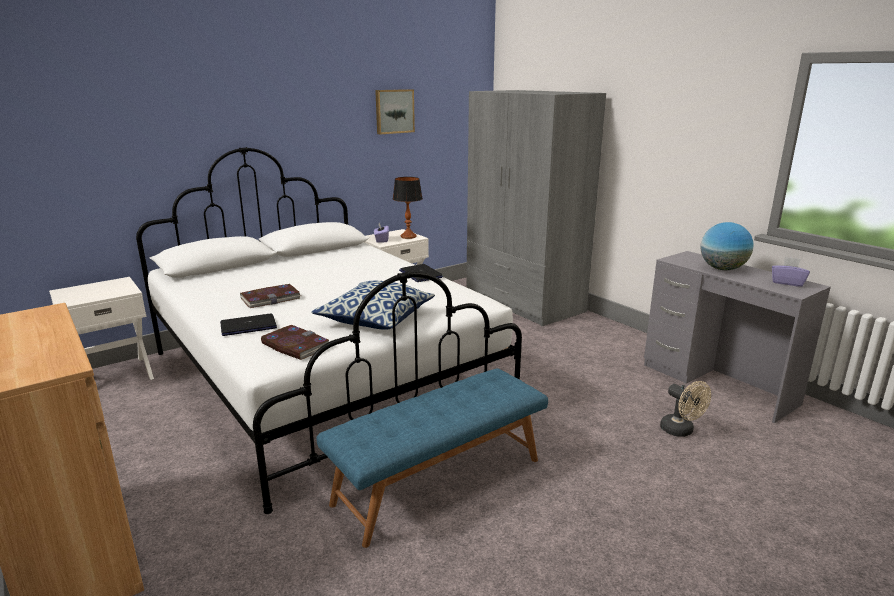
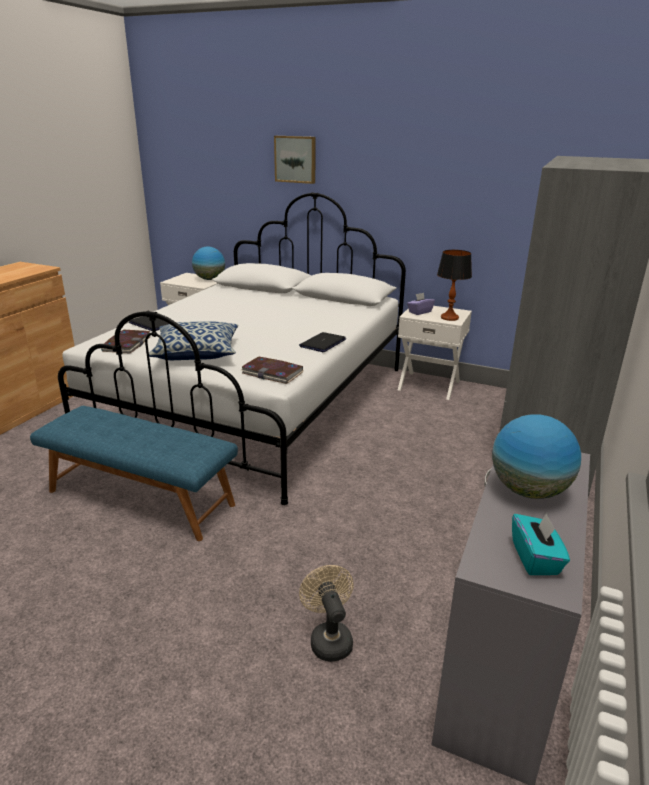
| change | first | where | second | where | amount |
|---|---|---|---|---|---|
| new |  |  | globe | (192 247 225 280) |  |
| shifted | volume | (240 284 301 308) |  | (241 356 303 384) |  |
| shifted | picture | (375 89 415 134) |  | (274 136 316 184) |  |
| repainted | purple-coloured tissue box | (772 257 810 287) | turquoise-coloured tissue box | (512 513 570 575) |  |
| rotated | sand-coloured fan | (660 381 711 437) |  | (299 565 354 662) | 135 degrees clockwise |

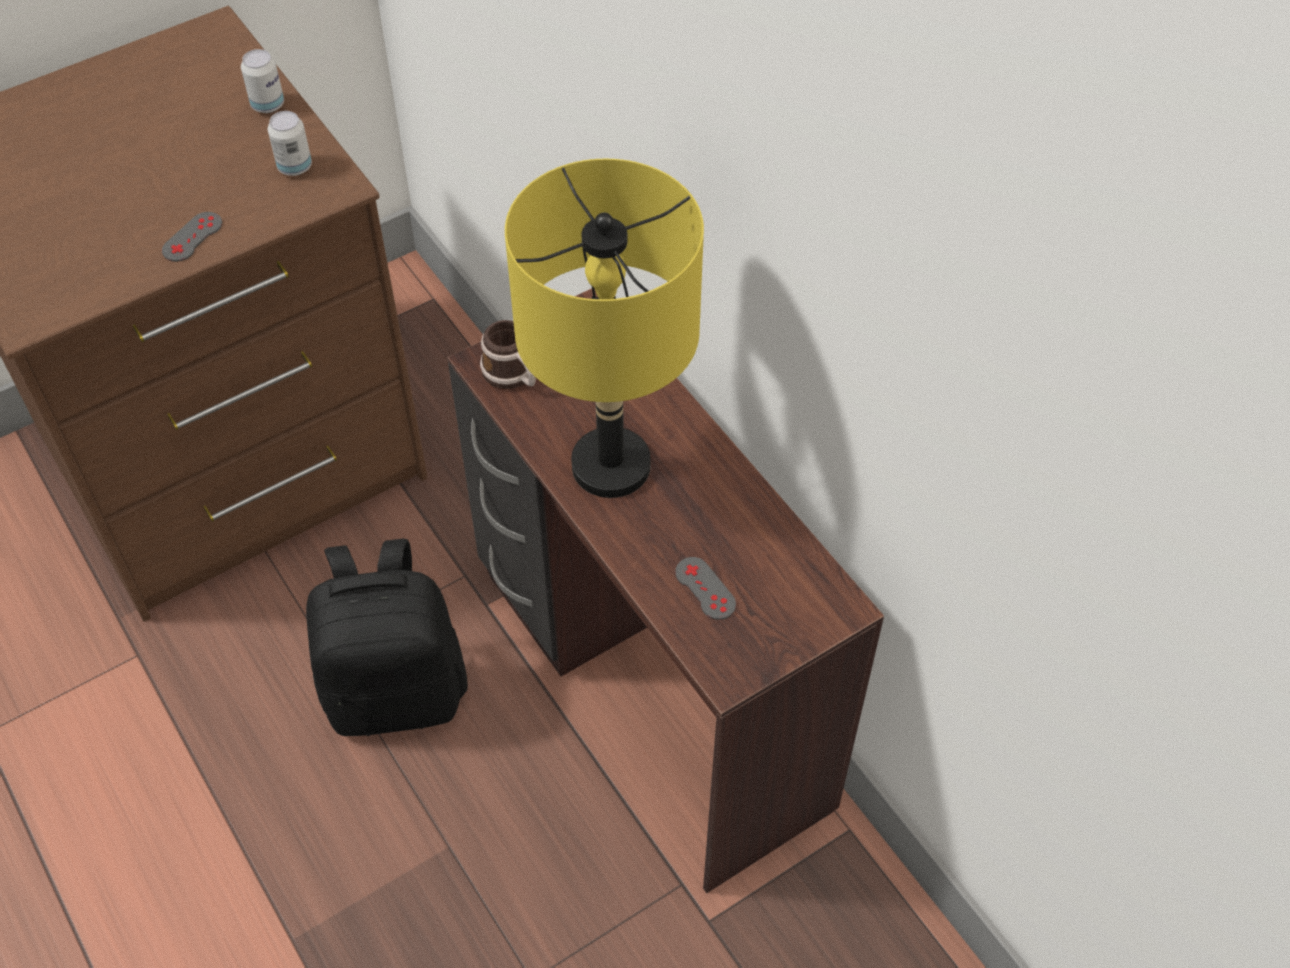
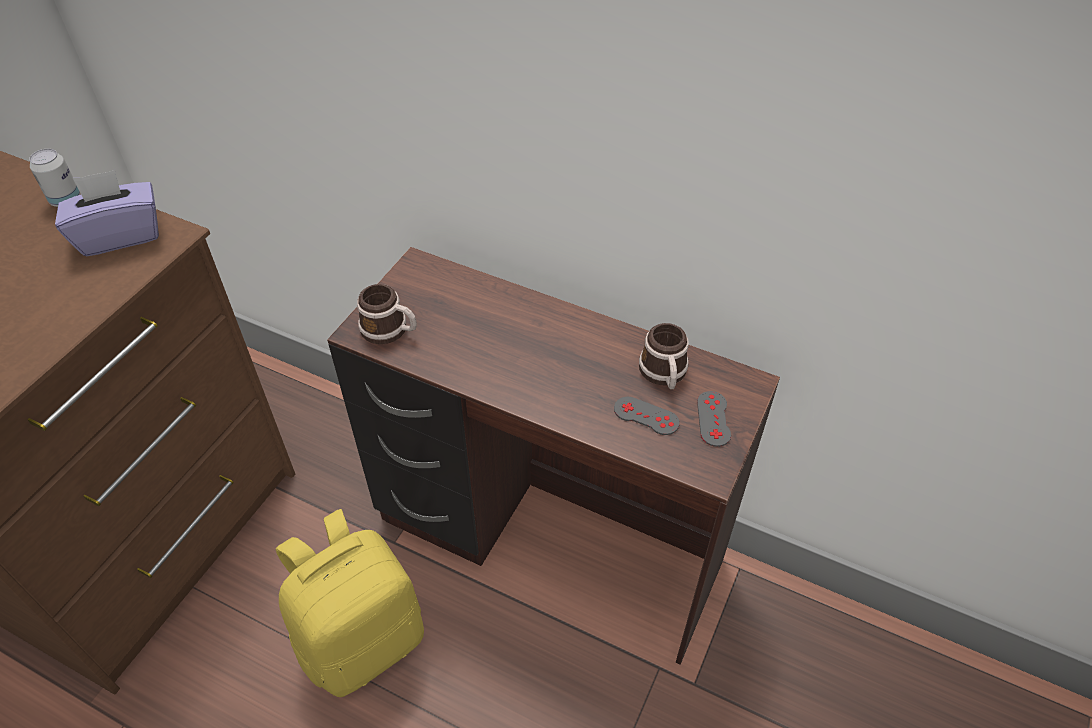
| change | first | where | second | where | amount |
|---|---|---|---|---|---|
| gone | yellow-coloured table lamp | (505 159 704 498) |  |  |  |
| new |  |  | tea mug | (639 323 689 389) |  |
| shifted | grey gamepad | (162 212 222 262) |  | (697 391 731 447) |  |
| swapped | metal can | (268 111 312 176) | purple-coloured tissue box | (55 170 159 256) |  |
| repainted | blackish knapsack | (306 539 468 736) | yellow-coloured knapsack | (276 509 424 697) |  |

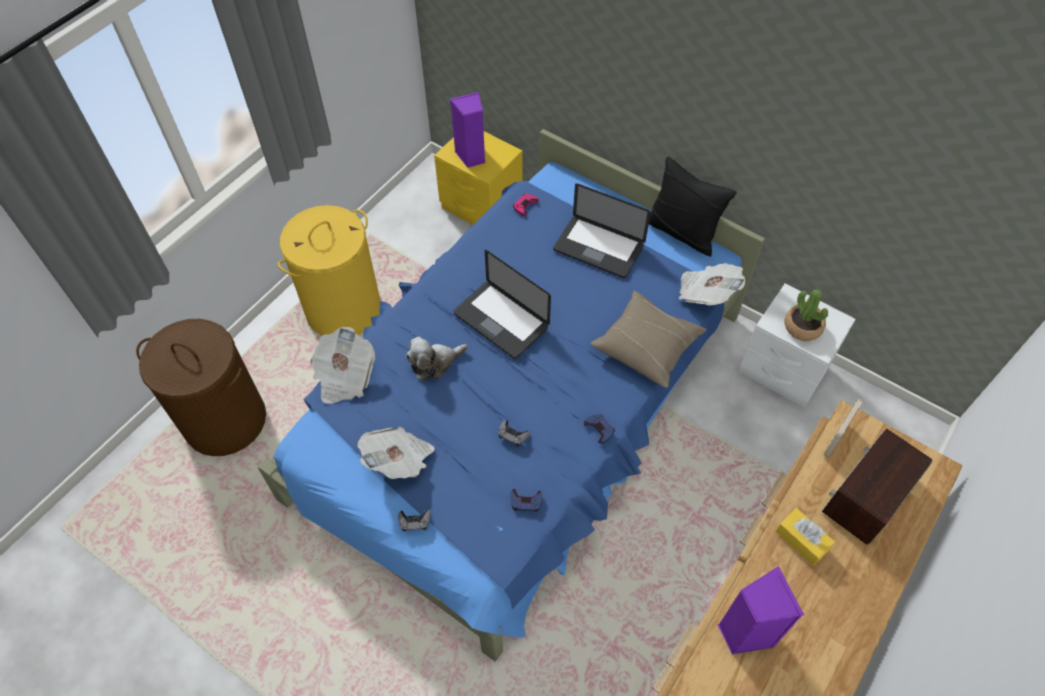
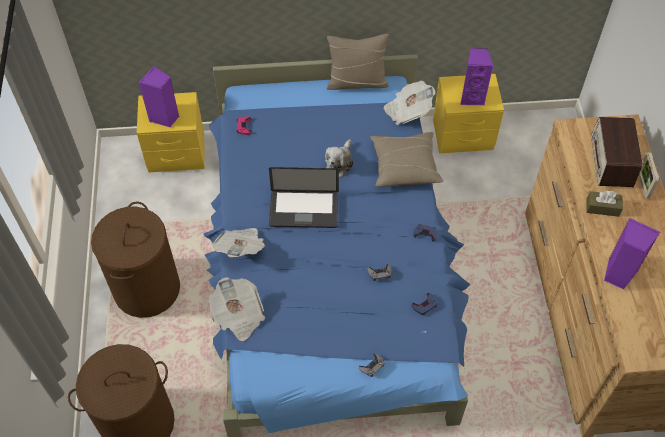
| change | first | where | second | where | amount |
|---|---|---|---|---|---|
| gone | portable computer | (553 183 651 278) |  |  |  |
| shifted | newspaper | (357 427 435 479) |  | (212 228 265 257) |  |
| shifted | cuddly toy | (406 337 468 381) |  | (325 139 354 177) |  |
| shifted | photo frame | (823 398 863 457) |  | (638 152 659 198) |  |
| swapped | houseplant | (785 289 828 341) | purple-coloured speaker | (460 48 493 105) |  |
| repainted | yellow-coloured laundry basket | (277 205 380 336) | brown-coloured laundry basket | (91 201 180 318) |  |
| repainted | blackish throw pillow | (649 157 737 257) | sand-coloured throw pillow | (327 34 389 90) |  |
| repainted | whitish bedside table | (739 283 856 408) | yellow-coloured bedside table | (433 74 504 153) |  |
| repainted | yellow-coloured tissue box | (775 508 835 566) | brown-coloured tissue box | (586 191 623 217) |  |

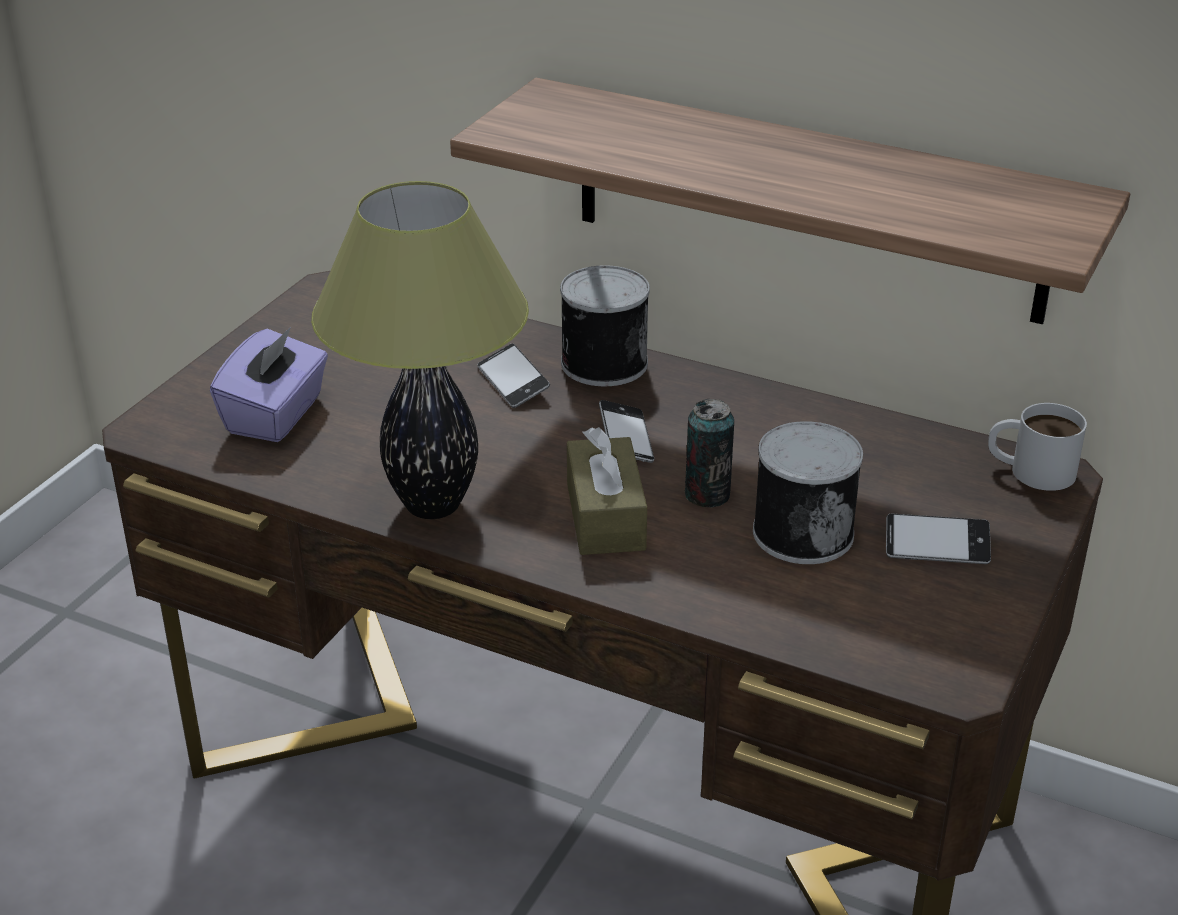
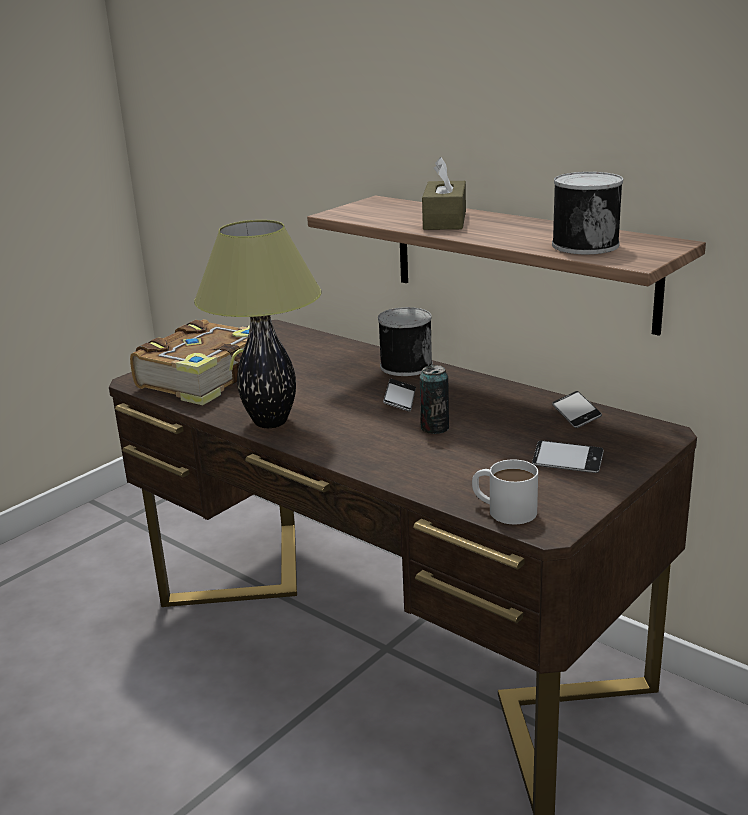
| change | first | where | second | where | amount |
|---|---|---|---|---|---|
| shifted | phone | (478 344 550 408) |  | (552 391 602 428) |  |
| shifted | brown-coloured tissue box | (567 427 647 555) |  | (422 157 466 230) |  |
| shifted | metal can | (753 421 863 564) |  | (552 172 623 254) |  |
| shifted | whitish tea mug | (988 403 1087 491) |  | (472 460 538 524) |  |
| swapped | purple-coloured tissue box | (210 327 328 442) | volume | (130 319 250 405) |  |

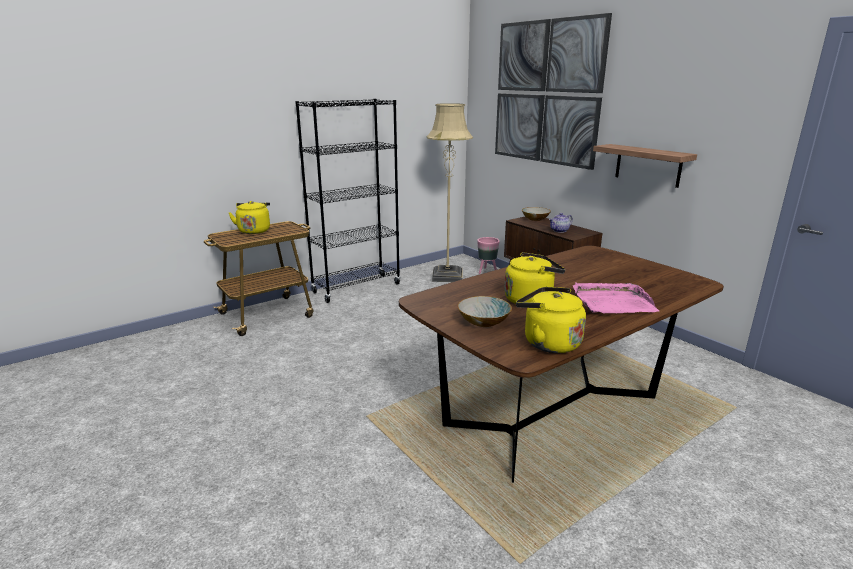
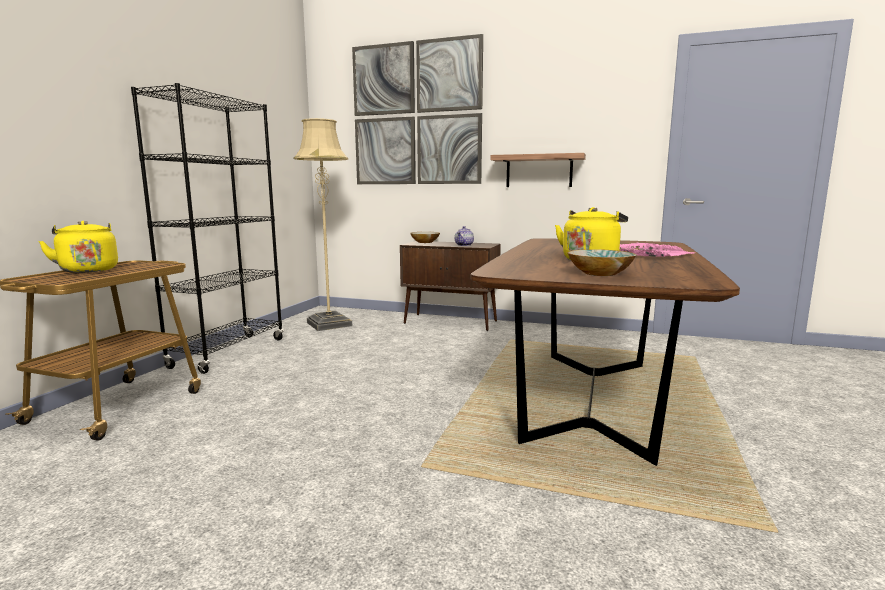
| change | first | where | second | where | amount |
|---|---|---|---|---|---|
| gone | pink-coloured plant pot | (477 237 500 274) |  |  |  |
| gone | yellow-coloured tea kettle | (516 287 586 353) |  |  |  |

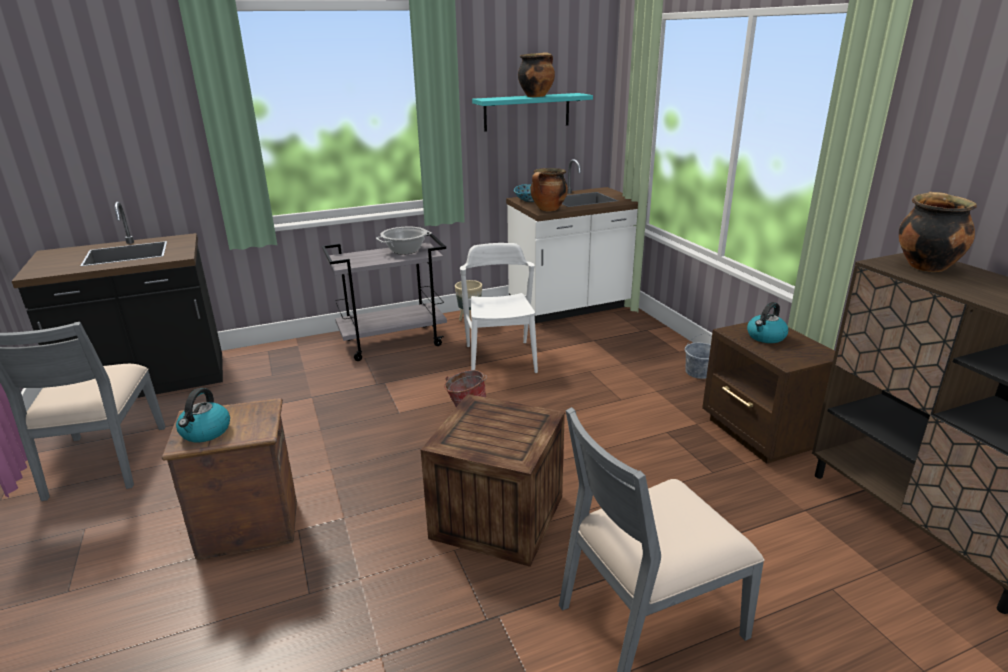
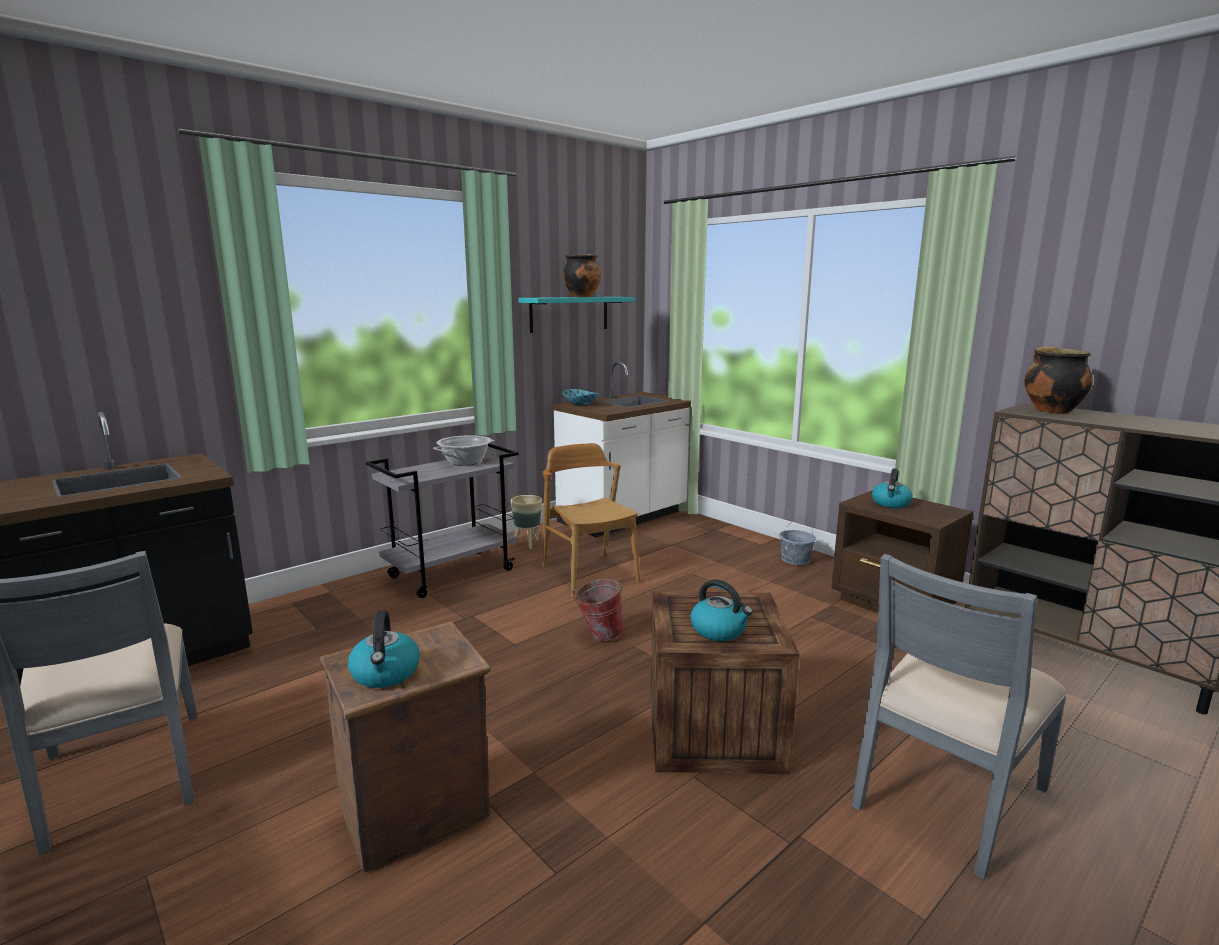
| change | first | where | second | where | amount |
|---|---|---|---|---|---|
| gone | saucepot | (530 168 568 212) |  |  |  |
| new |  |  | tea kettle | (691 579 753 641) |  |
| repainted | whitish chair | (460 243 538 373) | brown-coloured chair | (543 443 640 596) |  |

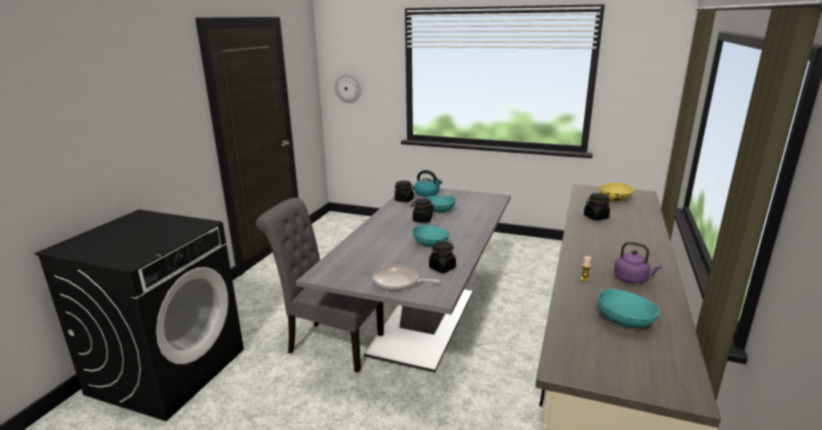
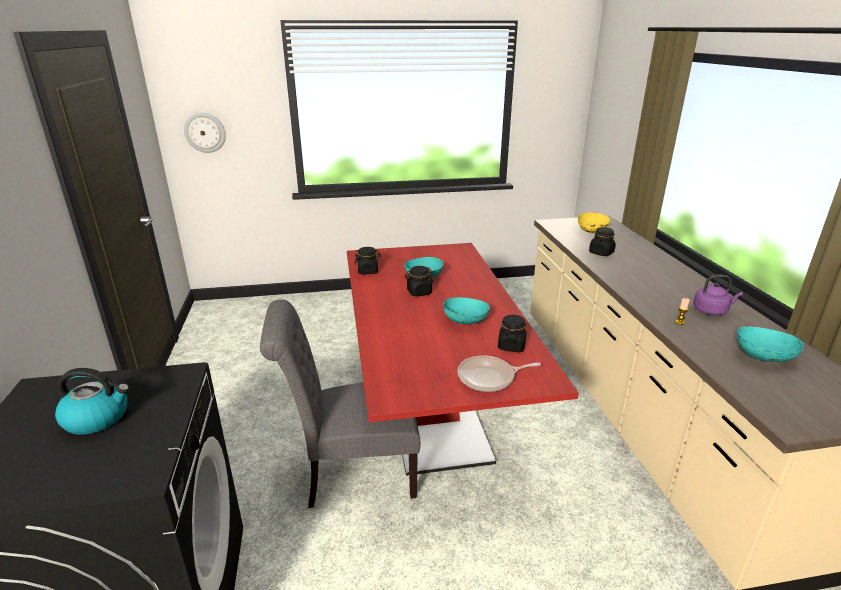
| change | first | where | second | where | amount |
|---|---|---|---|---|---|
| shifted | tea kettle | (414 170 442 197) |  | (55 368 130 435) |  |
| repainted | grey dining table | (296 185 511 372) | reddish dining table | (347 243 579 476) |  |

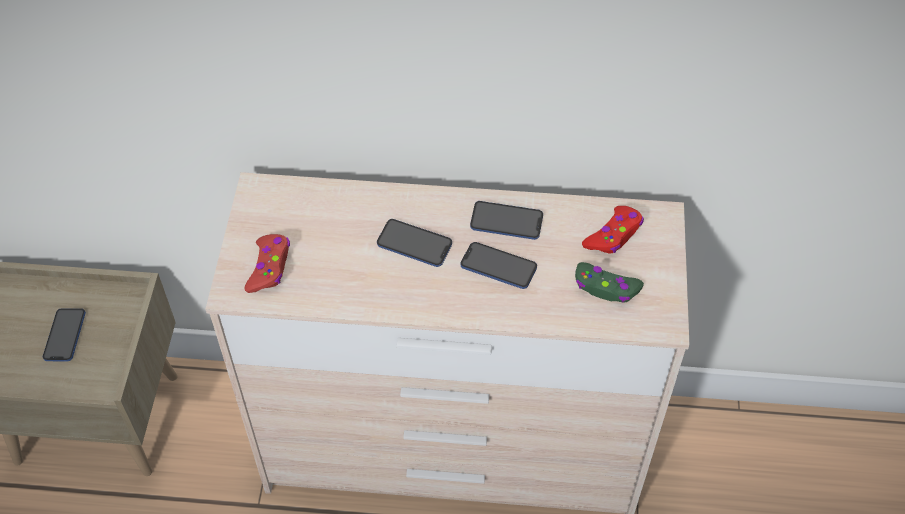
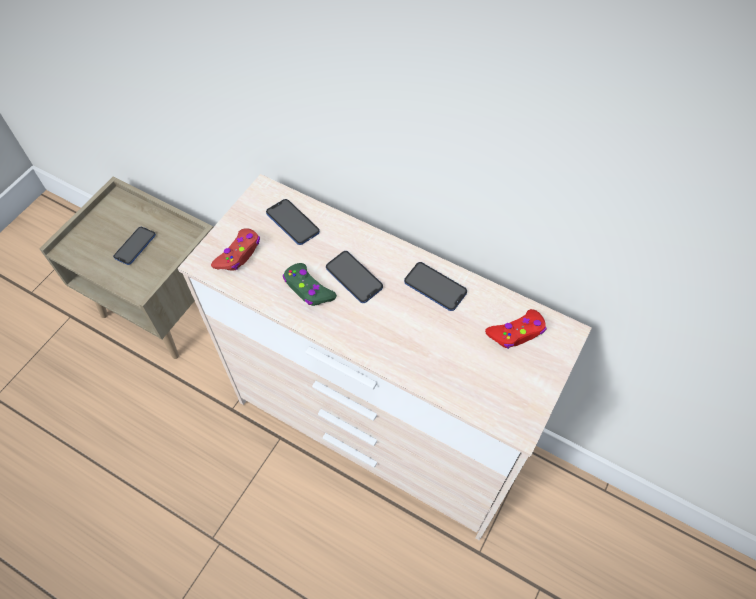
| change | first | where | second | where | amount |
|---|---|---|---|---|---|
| shifted | phone | (461 242 537 289) |  | (266 199 320 245) |  |
| shifted | greenish gamepad | (575 262 644 302) |  | (283 263 337 306) |  |

